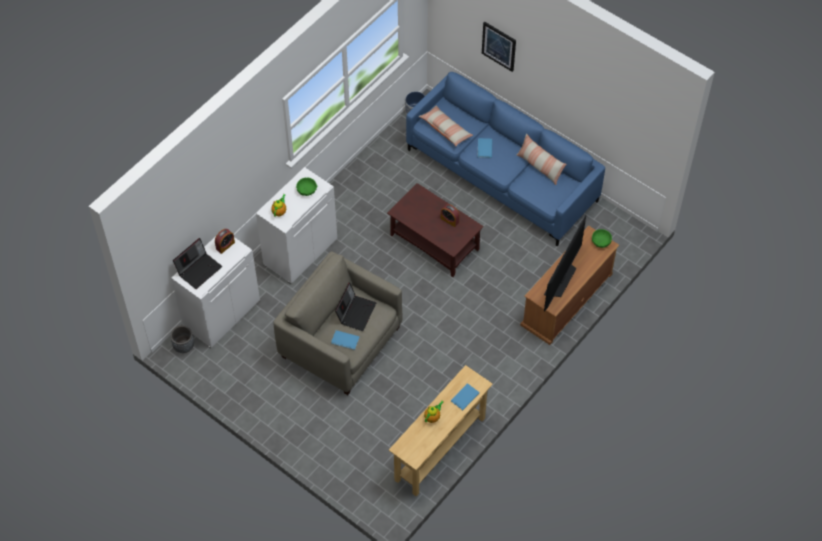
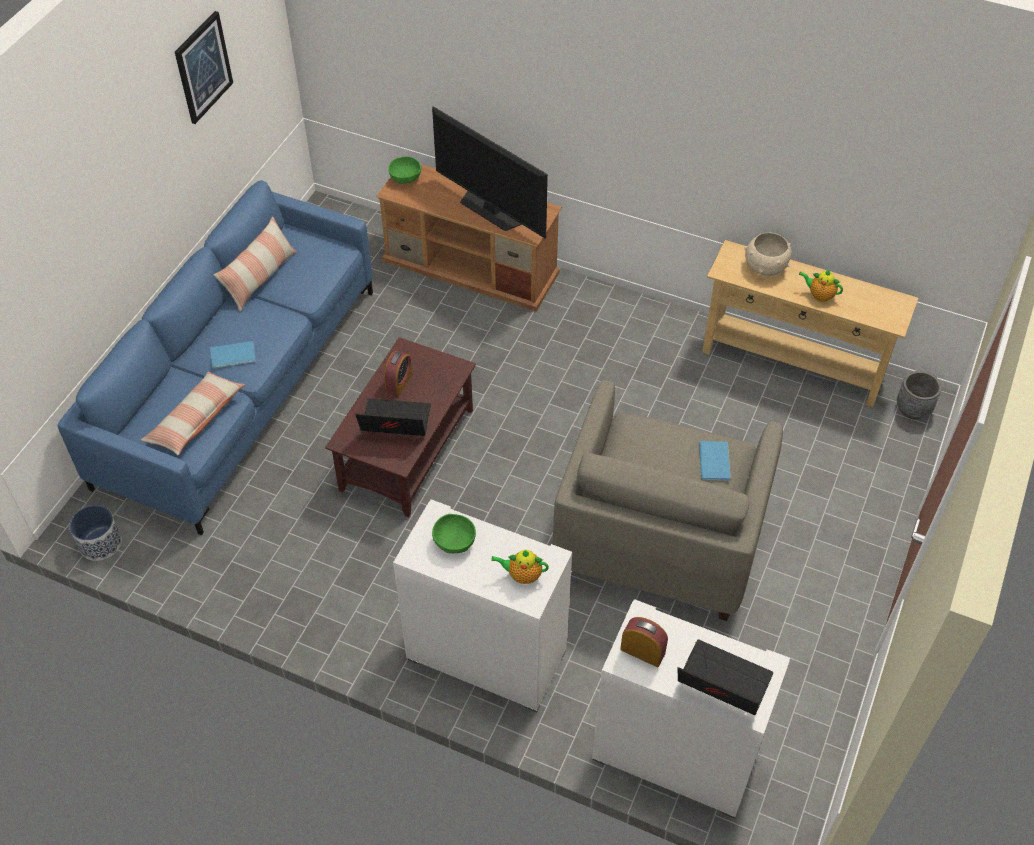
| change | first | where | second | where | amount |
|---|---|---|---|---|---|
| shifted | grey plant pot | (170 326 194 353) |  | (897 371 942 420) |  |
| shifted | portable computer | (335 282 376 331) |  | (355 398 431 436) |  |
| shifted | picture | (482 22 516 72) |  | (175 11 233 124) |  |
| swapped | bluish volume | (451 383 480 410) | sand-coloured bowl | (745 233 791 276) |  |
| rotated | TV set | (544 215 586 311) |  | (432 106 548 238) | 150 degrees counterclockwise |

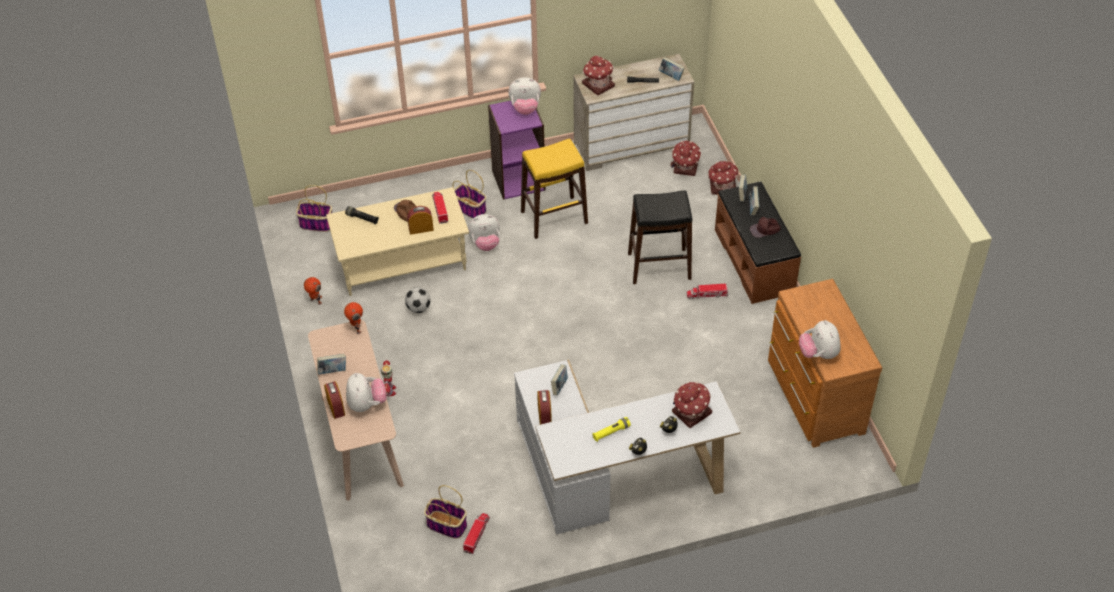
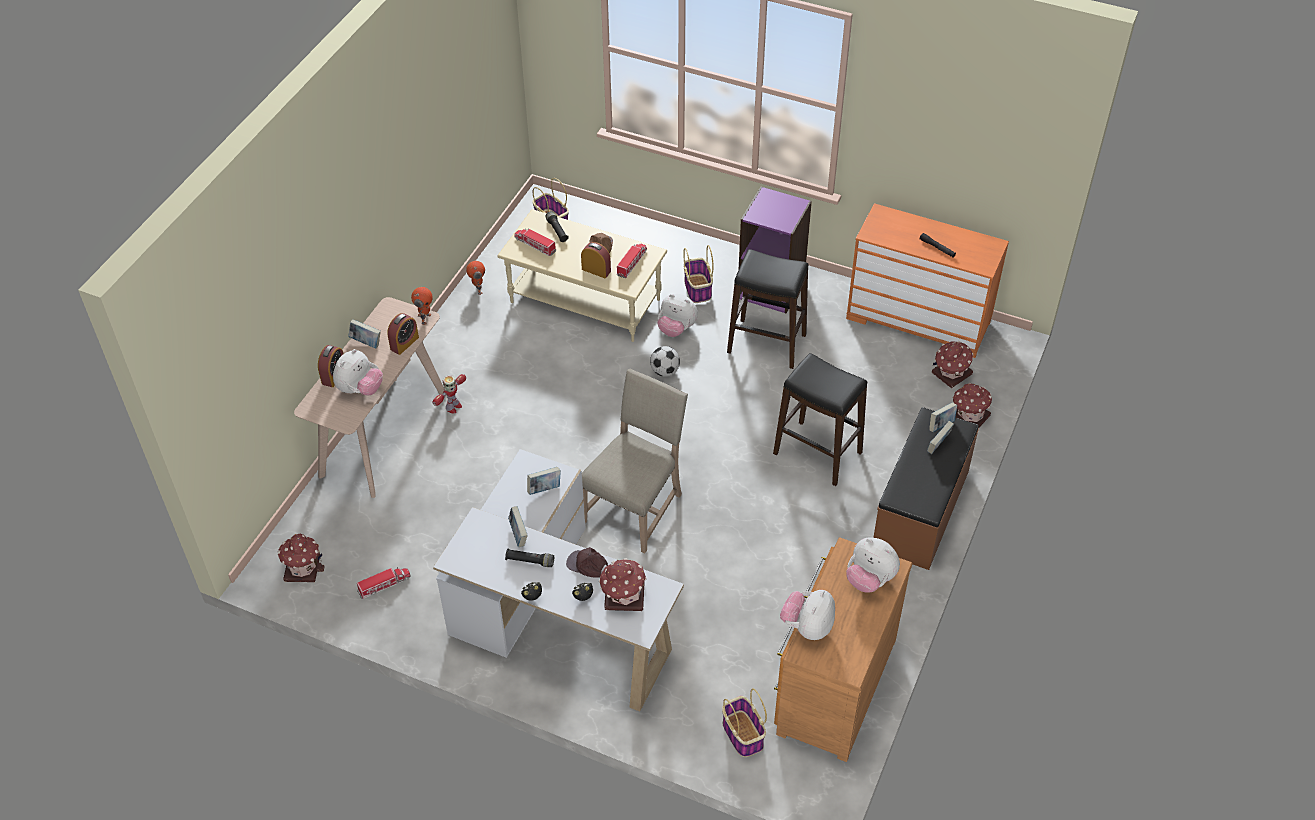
| change | first | where | second | where | amount |
|---|---|---|---|---|---|
| new |  |  | sand-coloured chair | (582 368 688 553) |  |
| shifted | football | (405 287 431 313) |  | (650 346 680 377) |  |
| shifted | basket | (424 485 467 539) |  | (722 689 767 757) |  |
| shifted | cuddly toy | (508 77 541 115) |  | (846 538 900 593) |  |
| shifted | bedside clock | (537 390 552 425) |  | (387 313 419 355) |  |
| shifted | model house | (582 56 615 95) |  | (278 533 325 582) |  |
| shifted | volume | (659 57 685 81) |  | (508 506 528 547) |  |
| shifted | toy lorry | (686 284 728 300) |  | (514 228 556 256) |  |
| shifted | brown-coloured peaked cap | (750 217 781 238) |  | (566 547 608 578) |  |
| repainted | yellow-coloured stool seat | (521 139 588 239) | blackish stool seat | (727 249 808 369) |  |
| repainted | sand-coloured drawer chest | (573 54 694 171) | orange drawer chest | (846 203 1009 358) |  |
| repainted | yellow-coloured flashlight | (592 417 631 442) | blackish flashlight | (505 549 554 567) |  |

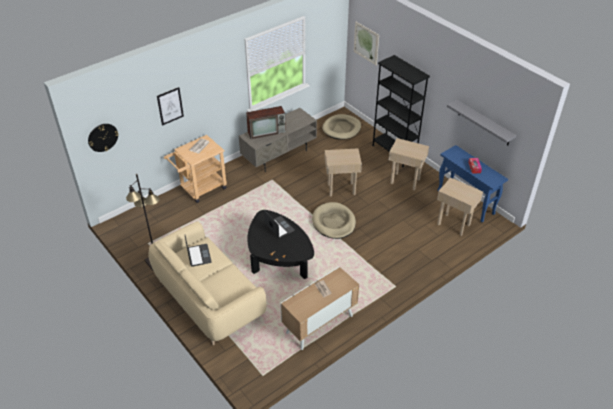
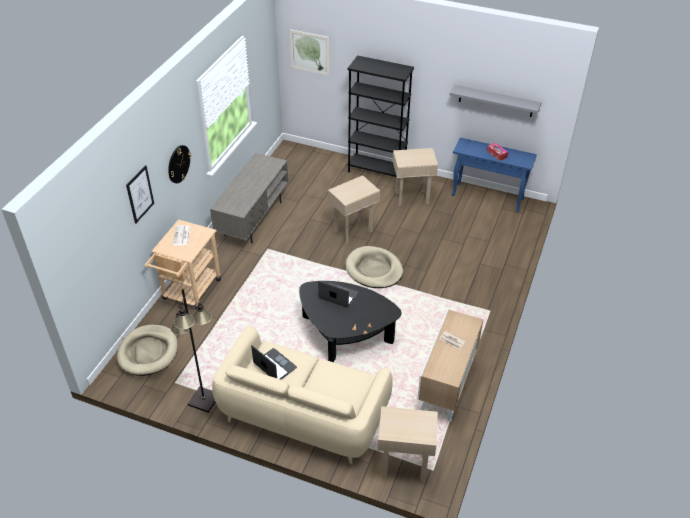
| change | first | where | second | where | amount |
|---|---|---|---|---|---|
| gone | TV set | (246 106 286 139) |  |  |  |
| shifted | hanging clock | (88 124 118 152) |  | (168 145 191 183) |  |
| shifted | sand-coloured dog bed | (322 114 361 139) |  | (117 325 178 376) |  |
| shifted | sand-coloured end table | (437 177 483 236) |  | (378 406 438 482) |  |

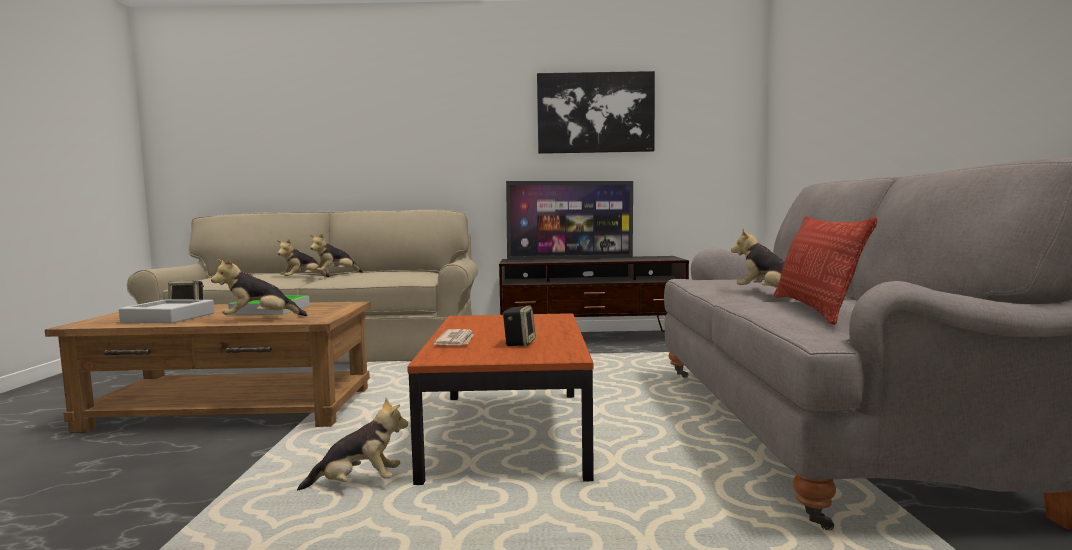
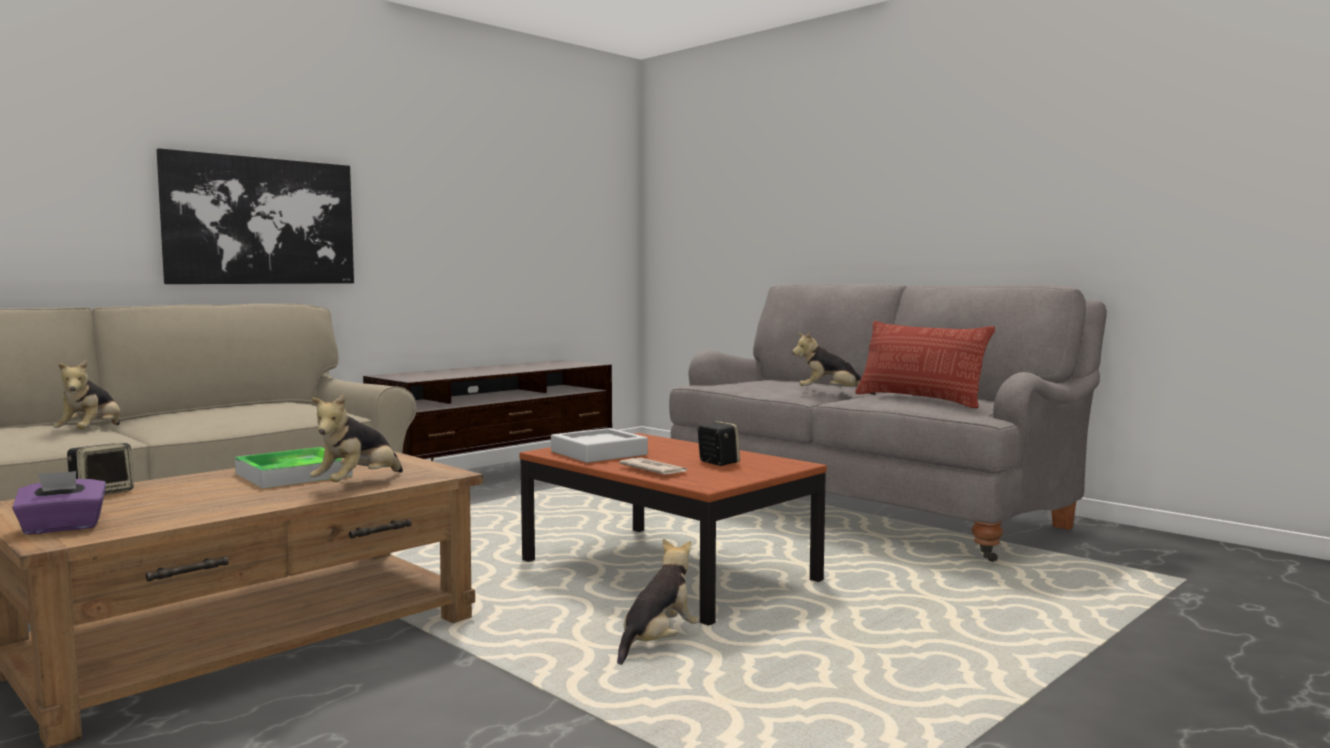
| change | first | where | second | where | amount |
|---|---|---|---|---|---|
| gone | cuddly toy | (310 234 363 273) |  |  |  |
| gone | TV set | (506 181 633 260) |  |  |  |
| new |  |  | purple-coloured tissue box | (12 471 106 534) |  |
| shifted | grey tray | (119 299 214 324) |  | (551 428 648 463) |  |
| shifted | picture | (537 71 655 154) |  | (157 148 354 284) |  |

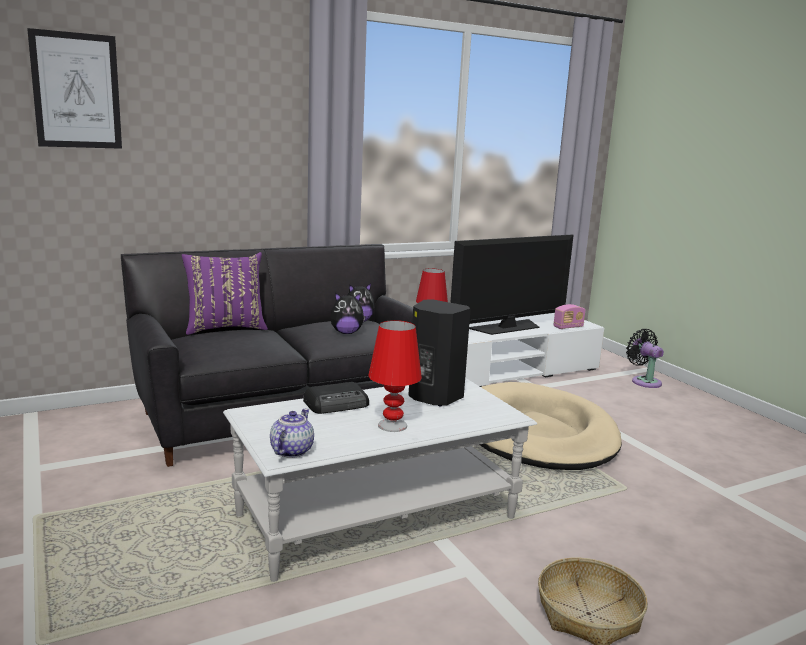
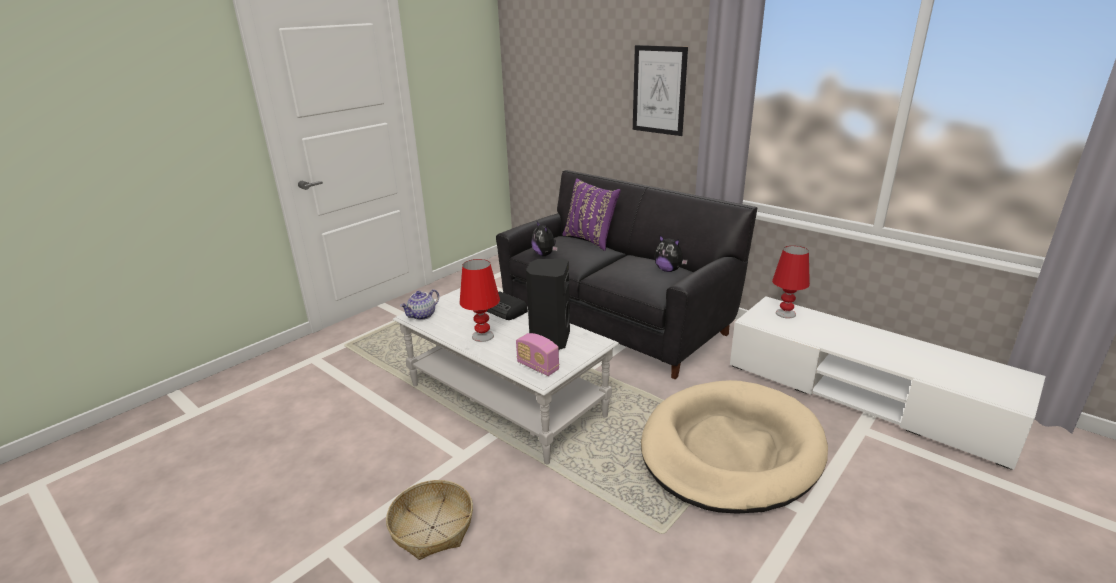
| change | first | where | second | where | amount |
|---|---|---|---|---|---|
| gone | TV set | (450 234 574 335) |  |  |  |
| gone | blackish fan | (626 329 664 388) |  |  |  |
| shifted | picture | (27 28 122 149) |  | (633 45 688 136) |  |
| shifted | cuddly toy | (330 293 366 334) |  | (531 222 558 256) |  |
| shifted | radio receiver | (554 304 586 329) |  | (516 333 559 376) |  |
| rotated | tea pot | (270 409 314 458) |  | (400 289 439 320) | 135 degrees clockwise |

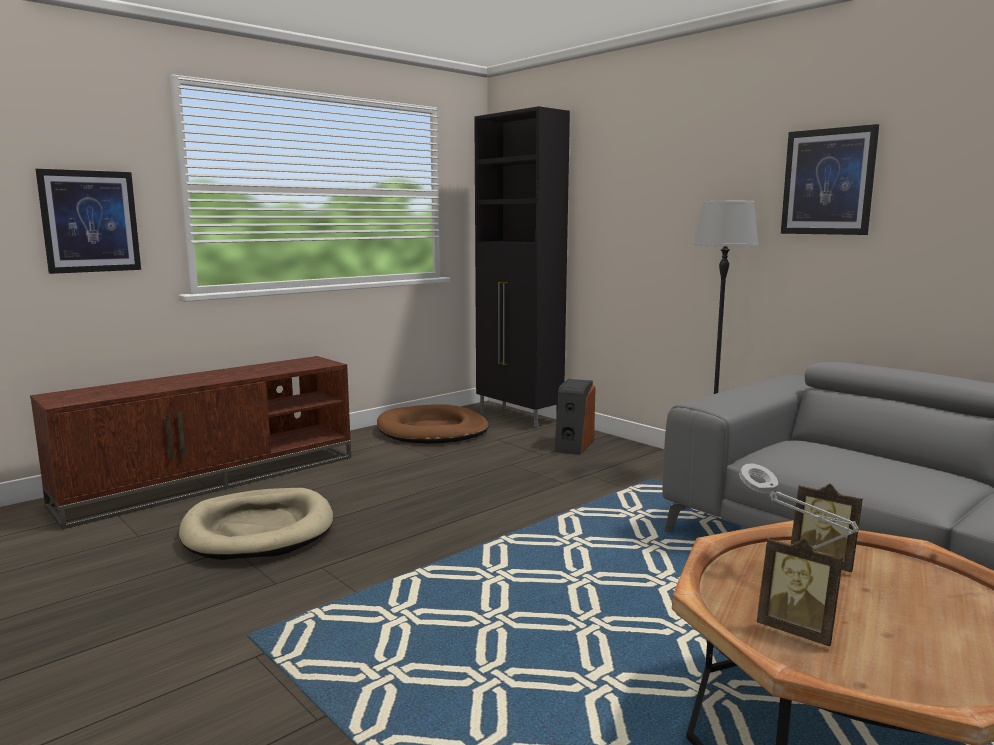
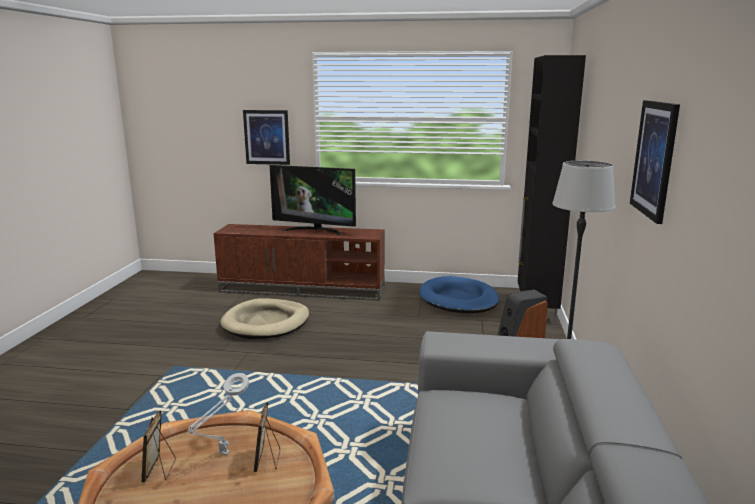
| change | first | where | second | where | amount |
|---|---|---|---|---|---|
| new |  |  | TV set | (270 165 356 236) |  |
| repainted | brown-coloured dog bed | (377 404 489 444) | bluish dog bed | (420 276 499 313) |  |

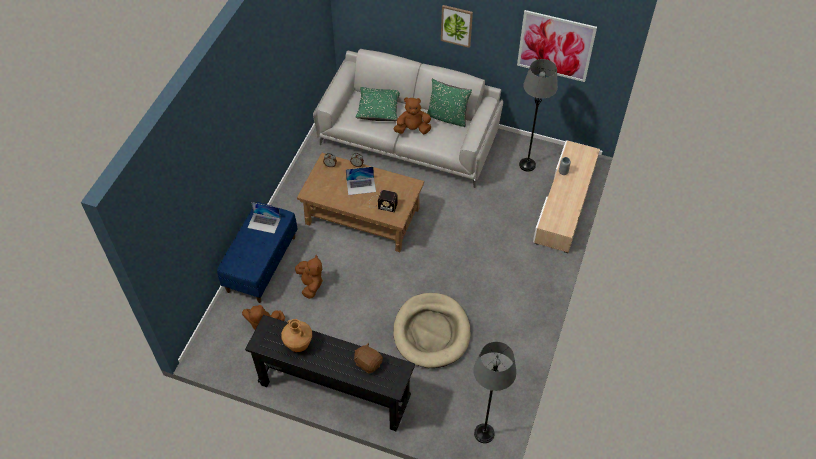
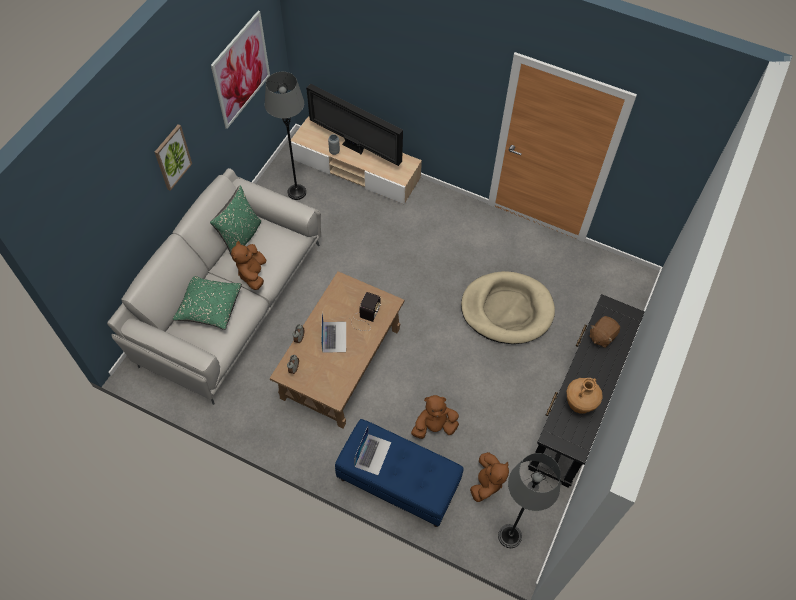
| change | first | where | second | where | amount |
|---|---|---|---|---|---|
| new |  |  | TV set | (306 83 403 166) |  |
| shifted | grey standard lamp | (473 342 517 443) |  | (498 453 561 548) |  |

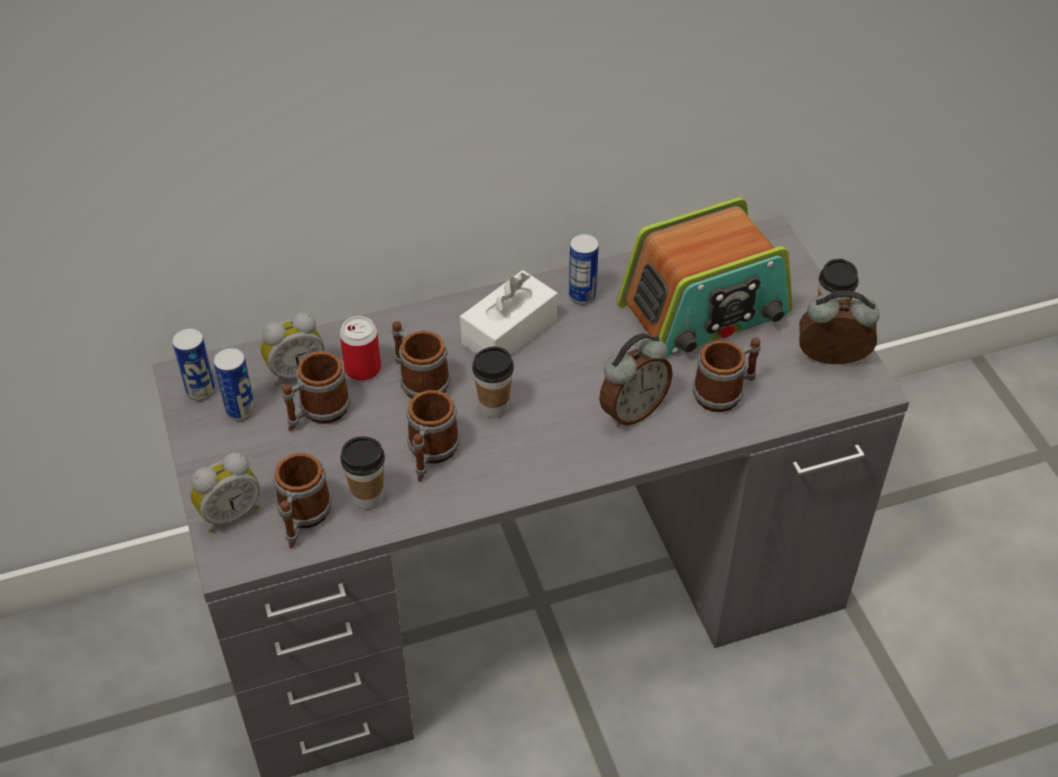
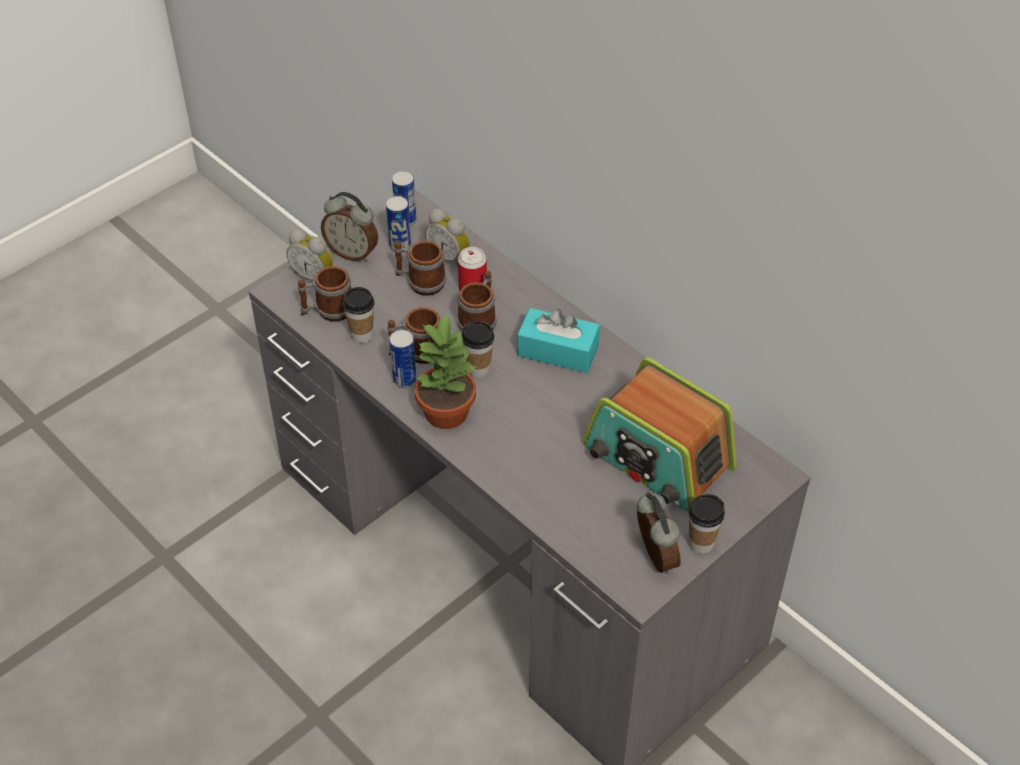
| change | first | where | second | where | amount |
|---|---|---|---|---|---|
| gone | tea mug | (693 337 761 412) |  |  |  |
| new |  |  | houseplant | (415 314 478 429) |  |
| shifted | metal can | (569 234 599 305) |  | (389 330 417 388) |  |
| shifted | bedside clock | (599 333 673 427) |  | (321 192 378 262) |  |
| repainted | whitish tissue box | (460 270 557 355) | turquoise-coloured tissue box | (517 308 600 373) |  |

